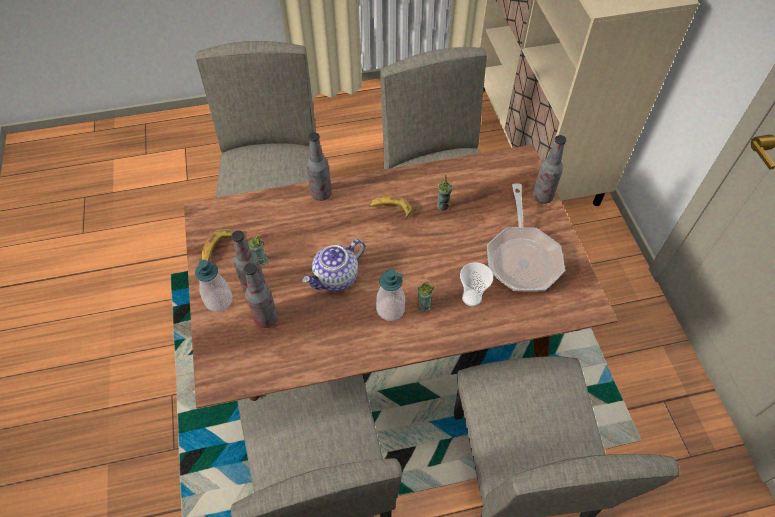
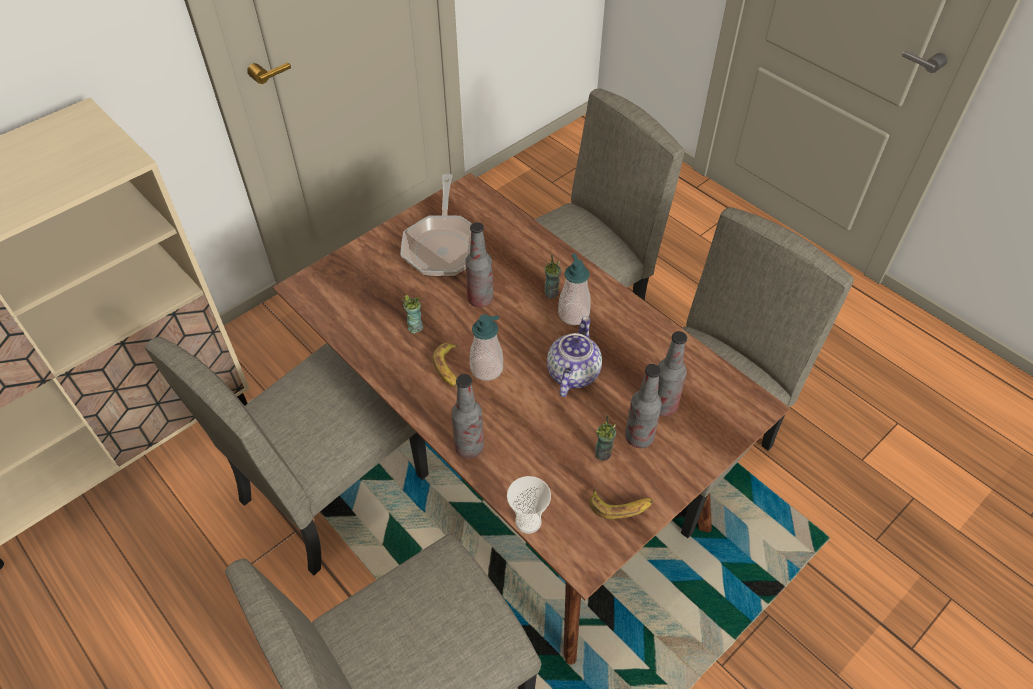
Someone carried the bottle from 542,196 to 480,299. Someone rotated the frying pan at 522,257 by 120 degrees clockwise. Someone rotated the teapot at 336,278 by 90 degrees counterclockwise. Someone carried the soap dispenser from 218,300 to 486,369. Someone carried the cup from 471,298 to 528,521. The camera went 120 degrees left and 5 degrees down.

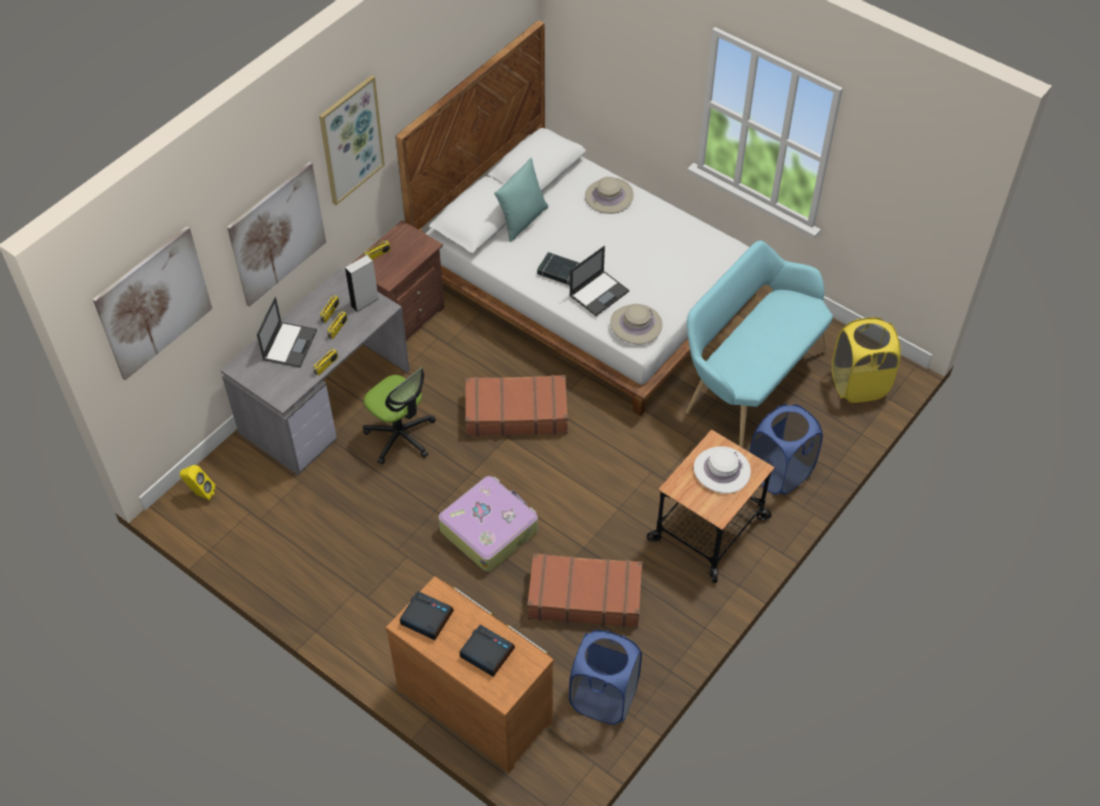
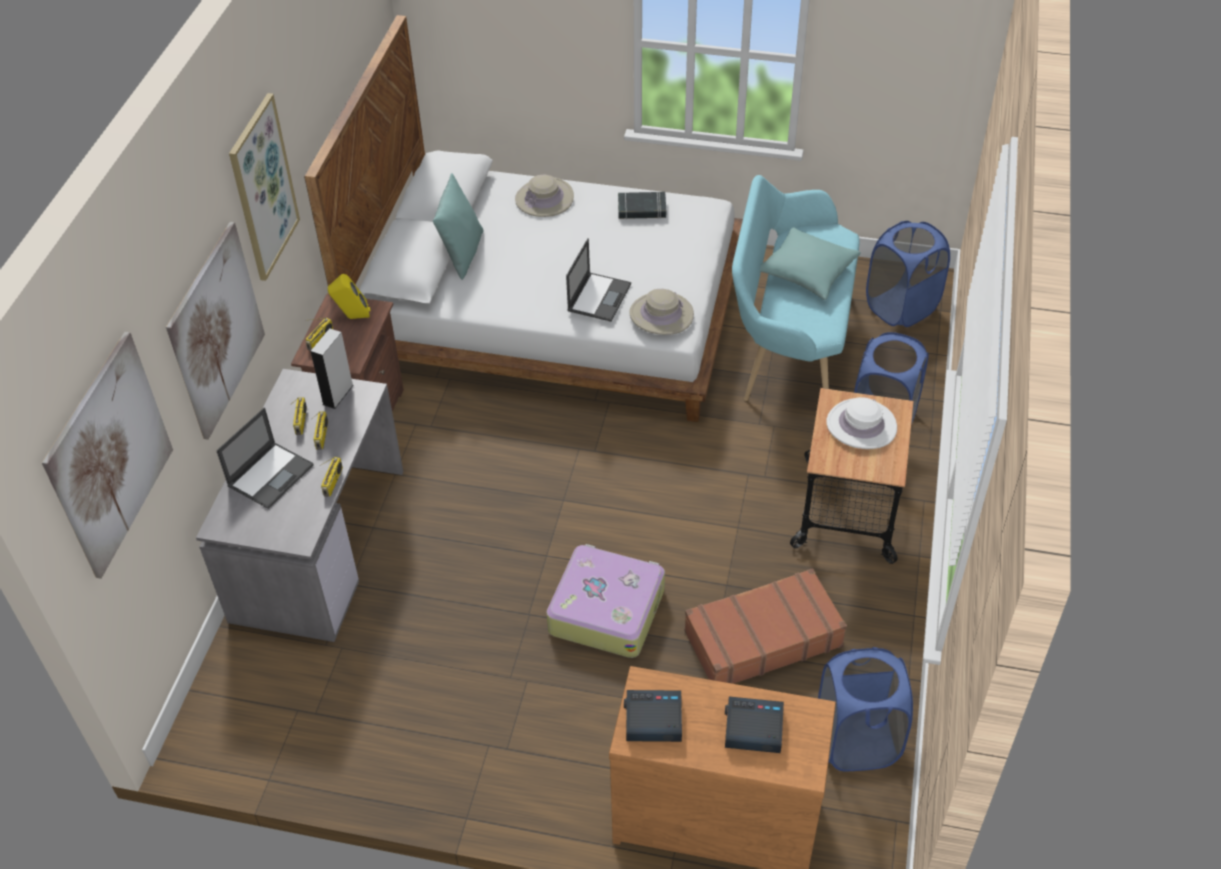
Someone carried the black book from 560,272 to 642,209. Someone rotated the laptop at 290,344 by 45 degrees clockwise. Someone repainted the yellow laundry basket at 858,384, which became the blue laundry basket at 901,307. Someone took away the office chair at 400,436. Someone took away the brown suitcase at 516,413. Someone carried the yellow speaker from 200,494 to 352,317. Someone put down the turquoise pillow at 807,272. The camera went 25 degrees left and 5 degrees down.

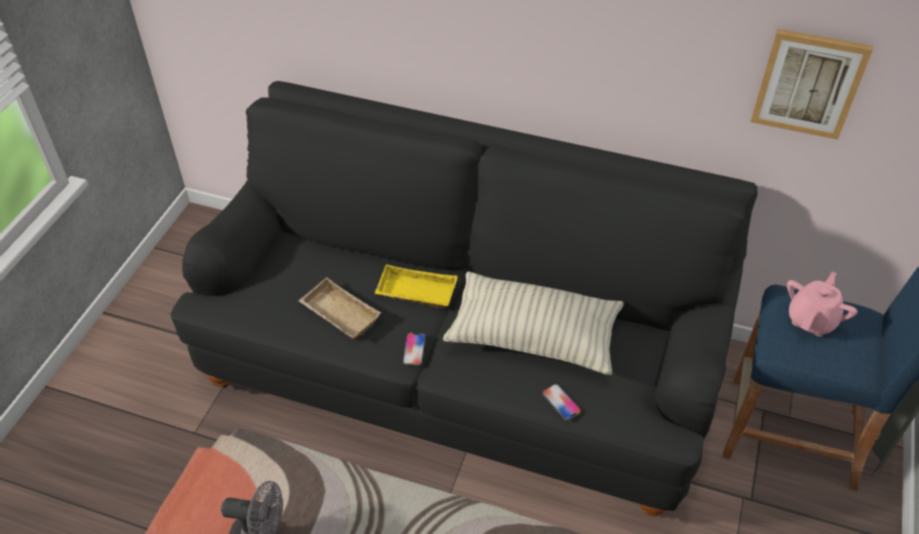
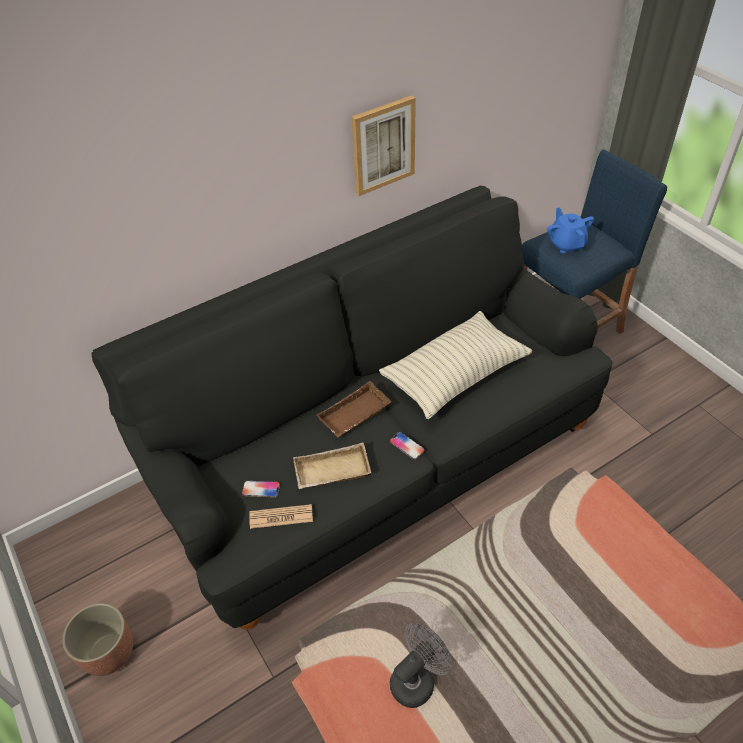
Someone carried the picture from 808,83 to 383,145. Someone repainted the yellow tray at 415,292, which became the brown tray at 355,415. Someone repainted the pink teapot at 811,320, which became the blue teapot at 566,244. Someone carried the phone from 561,402 to 261,489. Someone put down the newspaper at 281,517. Someone put down the planter at 108,652. The camera went 50 degrees left and 0 degrees up.

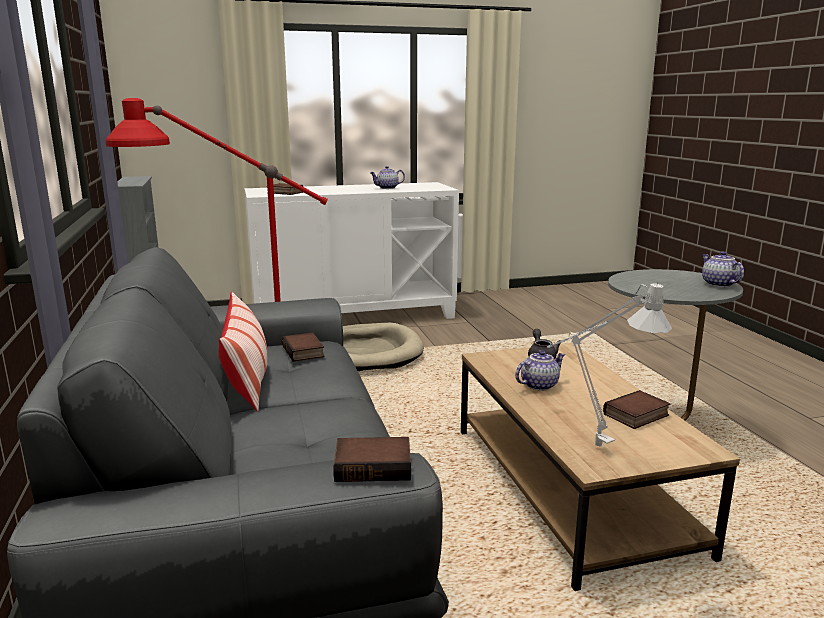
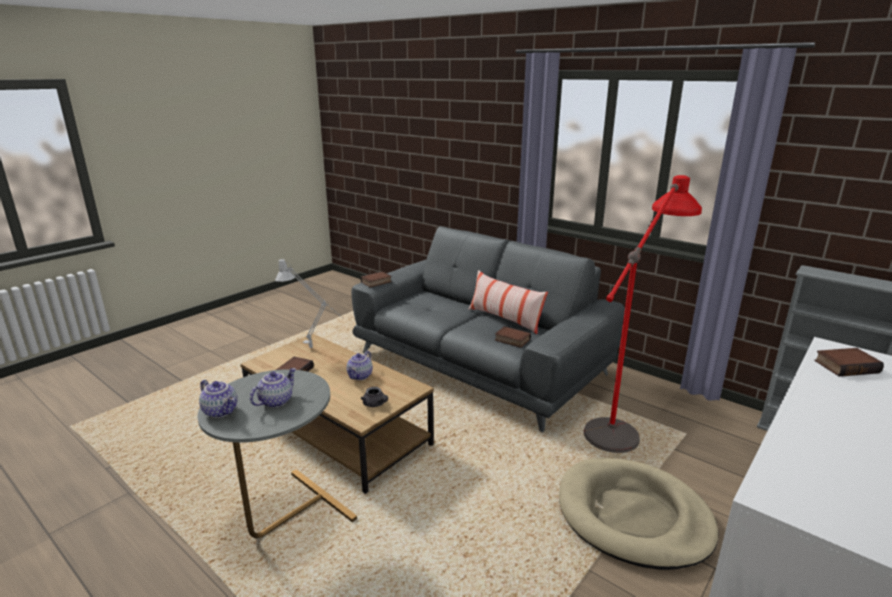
Someone carried the teapot from 387,188 to 275,401. The camera went 145 degrees right and 5 degrees up.

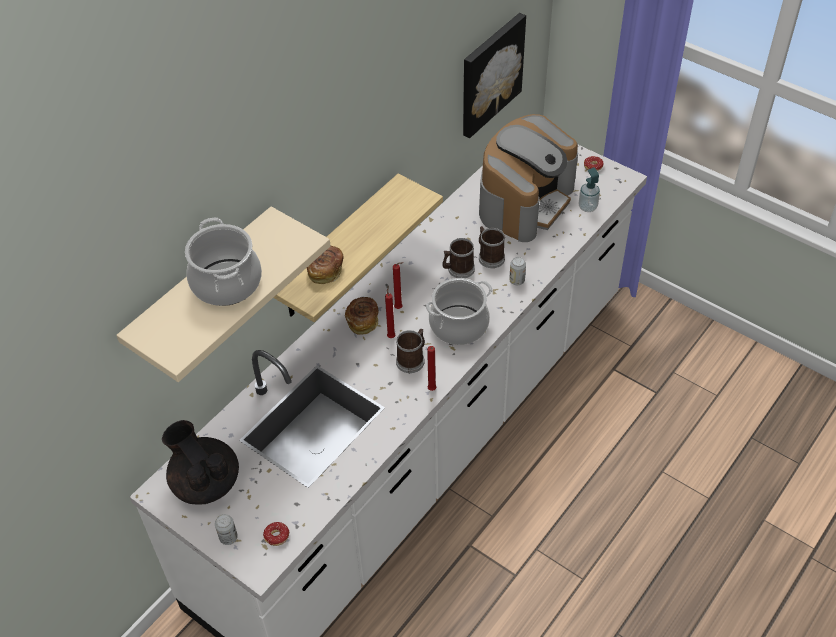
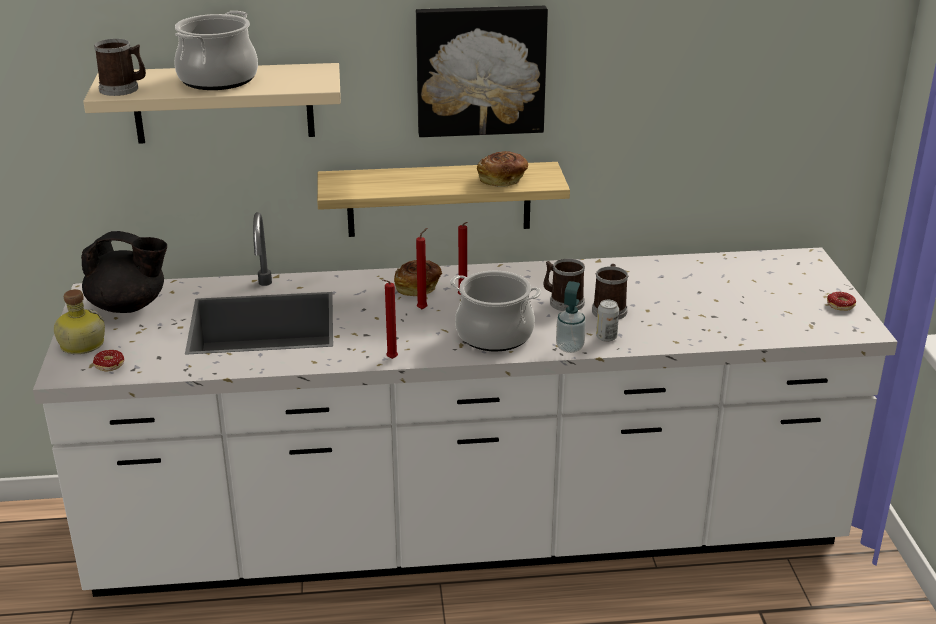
Someone carried the picture from 490,74 to 480,70. Someone took away the coffee machine at 525,201. Someone carried the soap dispenser from 587,207 to 569,347. Someone carried the bread from 325,271 to 503,180. Someone carried the mug from 412,359 to 123,89. Someone rotated the black teapot at 205,482 by 90 degrees clockwise. Someone swapped the can at 228,537 for the bottle at 80,344. The camera went 45 degrees right and 20 degrees down.

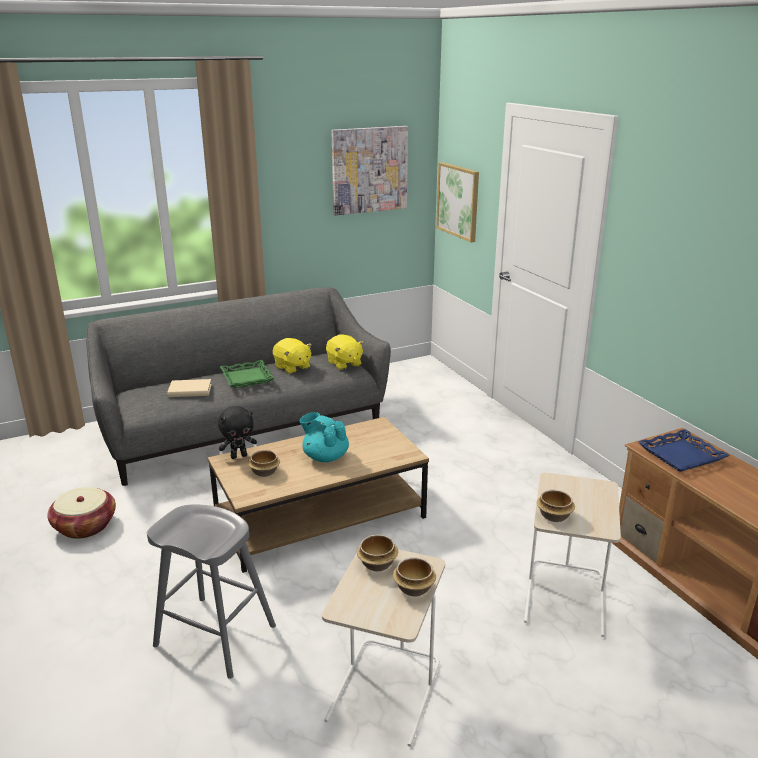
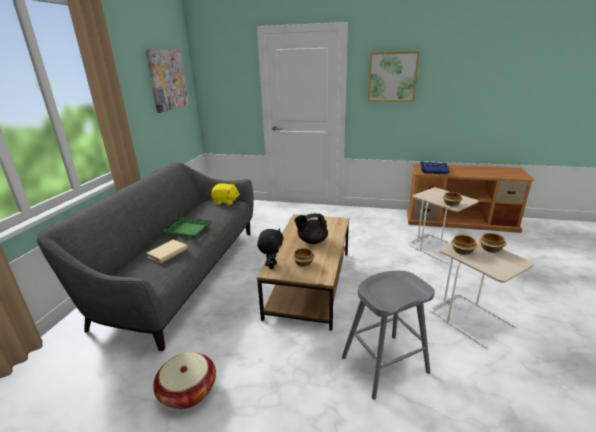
Someone carried the picture from 458,201 to 392,77. Someone took away the yellow plush toy at 292,367. Someone repainted the turquoise teapot at 325,457, which became the black teapot at 312,241. The camera went 50 degrees left and 0 degrees up.

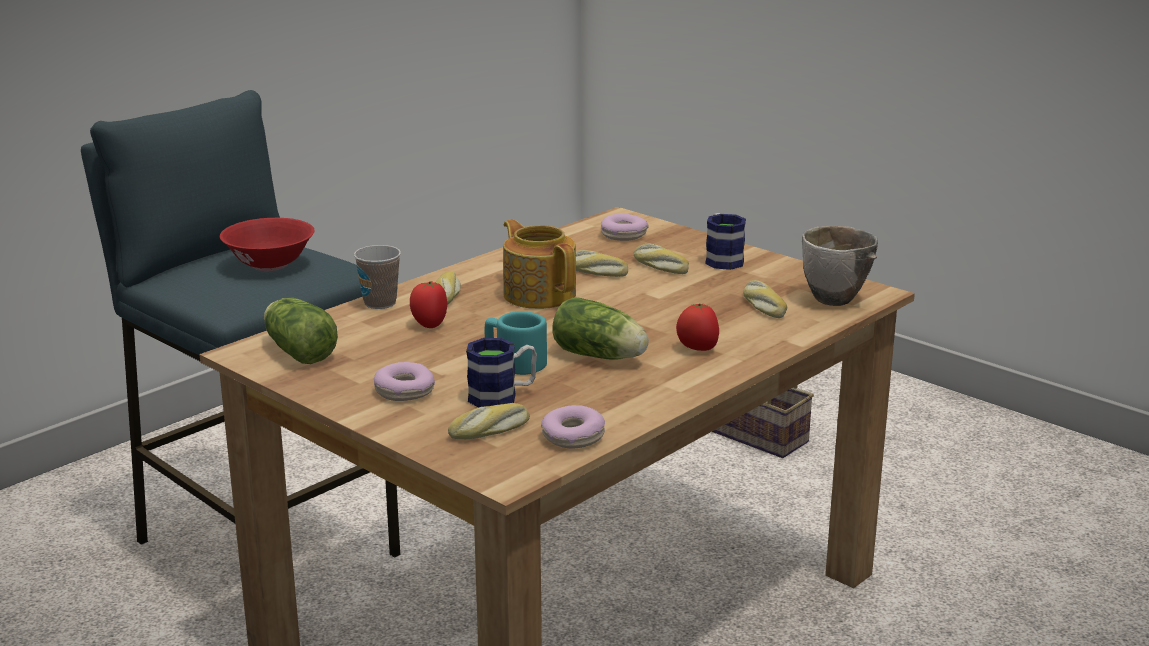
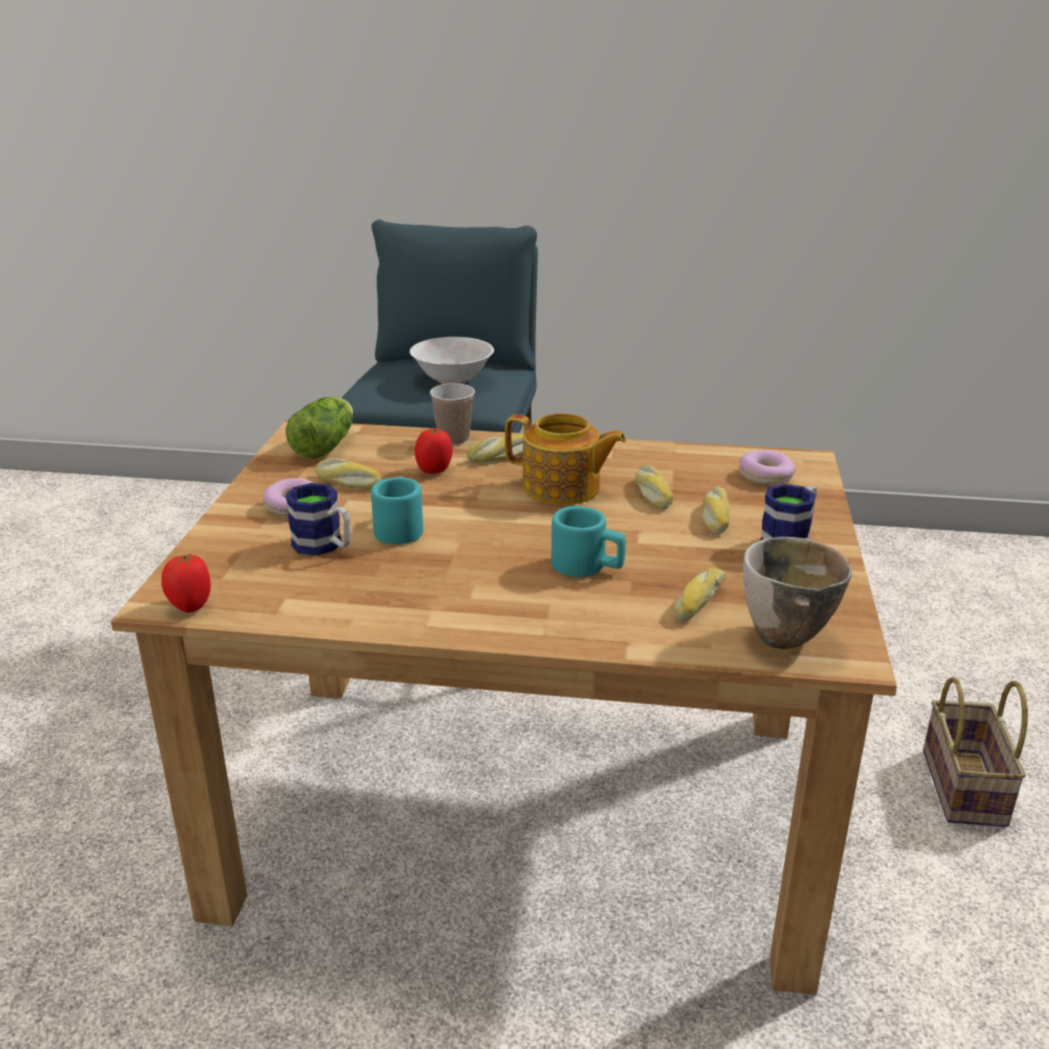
Someone repainted the red bowl at 270,265, which became the white bowl at 453,379. Someone rotated the teapot at 539,294 by 90 degrees clockwise. Someone took away the lettuce at 601,356. Someone carried the tomato from 697,349 to 190,606. Someone carried the bread from 490,431 to 347,482. Someone took away the donut at 573,437. Someone put down the turquoise mug at 588,567. The camera went 55 degrees right and 5 degrees up.

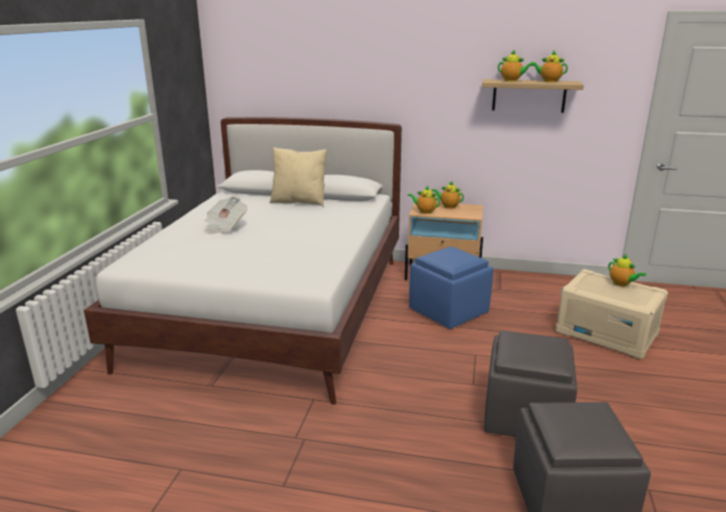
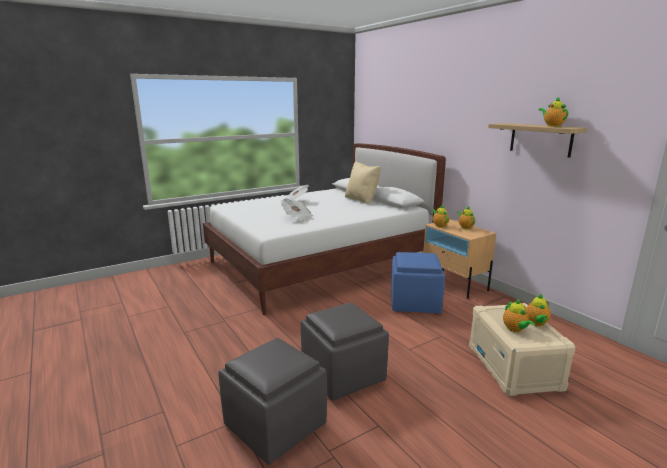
Someone carried the teapot from 512,80 to 515,329. Someone put down the newspaper at 297,218. The camera went 45 degrees right and 5 degrees down.

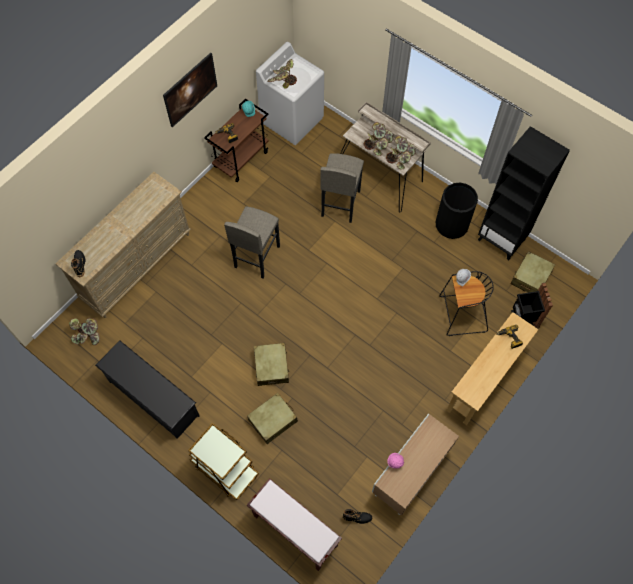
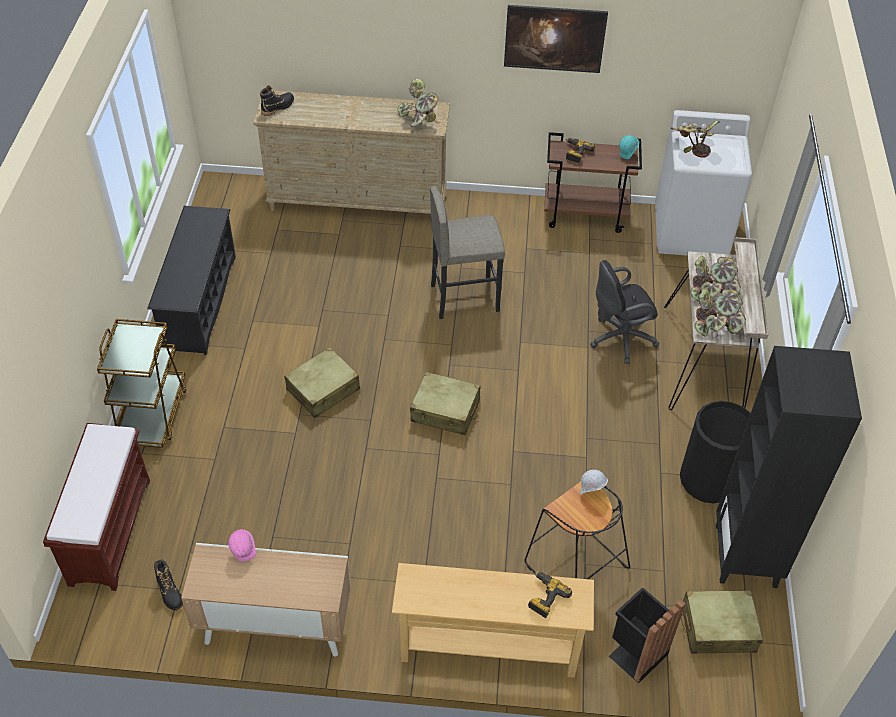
Someone swapped the grey stool at 340,203 for the black office chair at 619,339. Someone carried the potted plant from 88,335 to 418,119. Someone carried the beige suitcase from 273,420 to 445,411. The camera went 55 degrees right and 15 degrees down.

